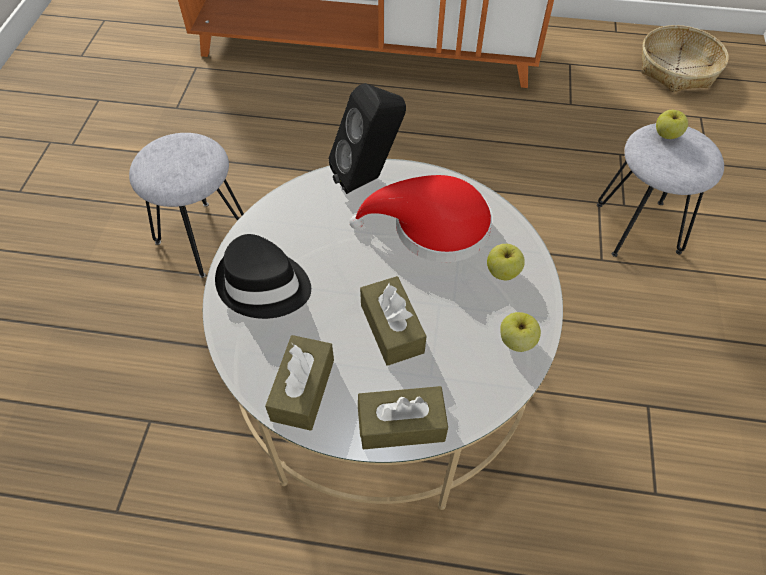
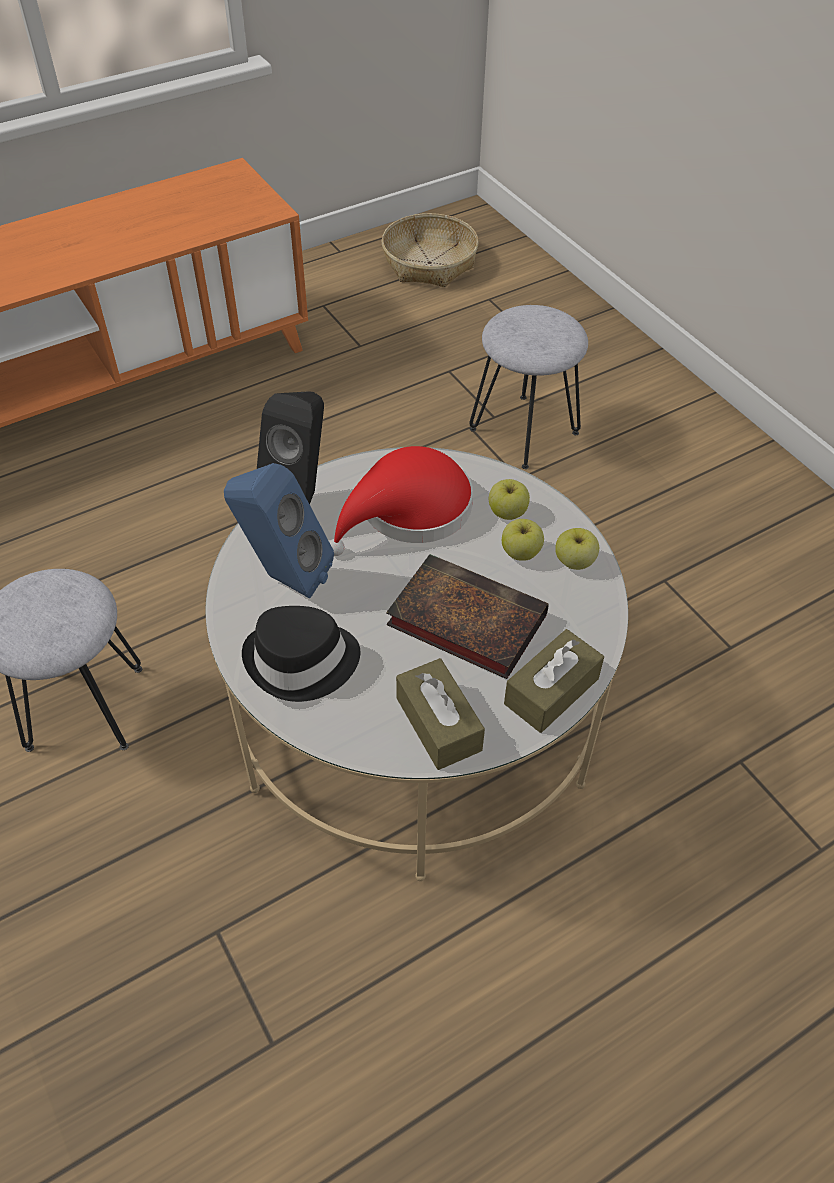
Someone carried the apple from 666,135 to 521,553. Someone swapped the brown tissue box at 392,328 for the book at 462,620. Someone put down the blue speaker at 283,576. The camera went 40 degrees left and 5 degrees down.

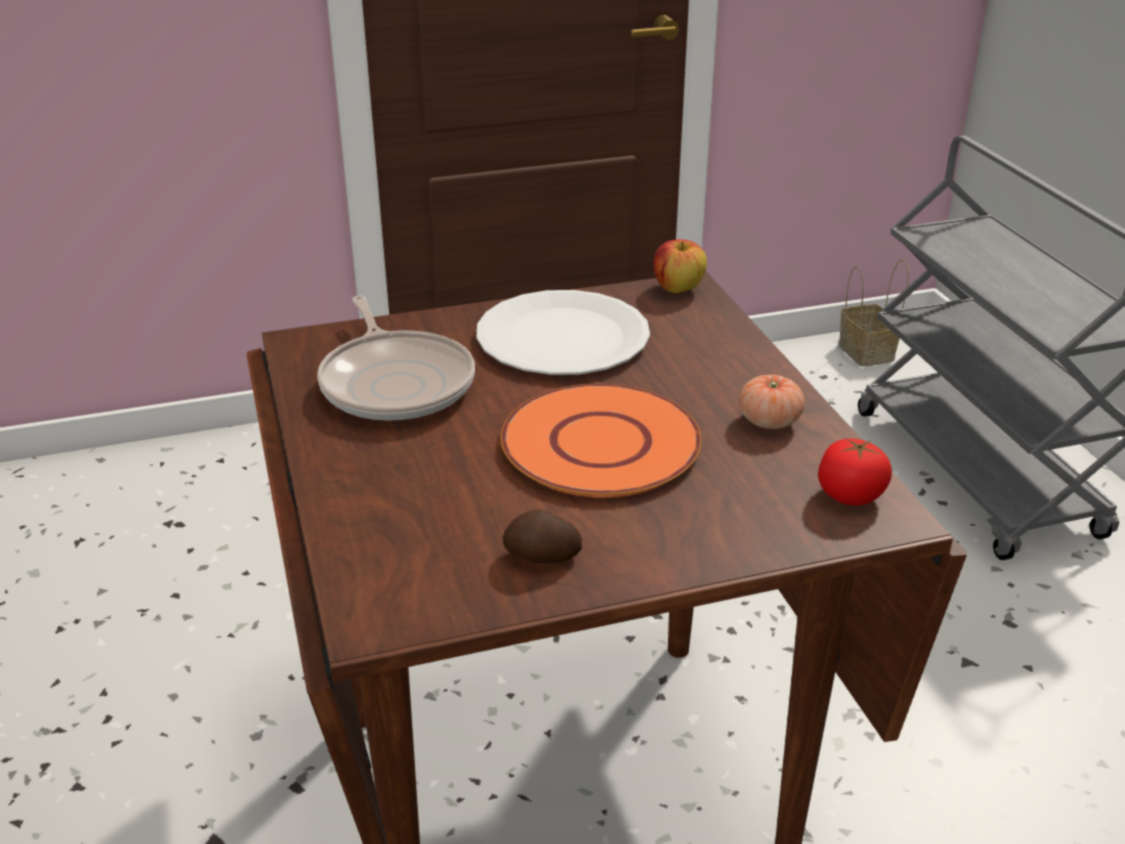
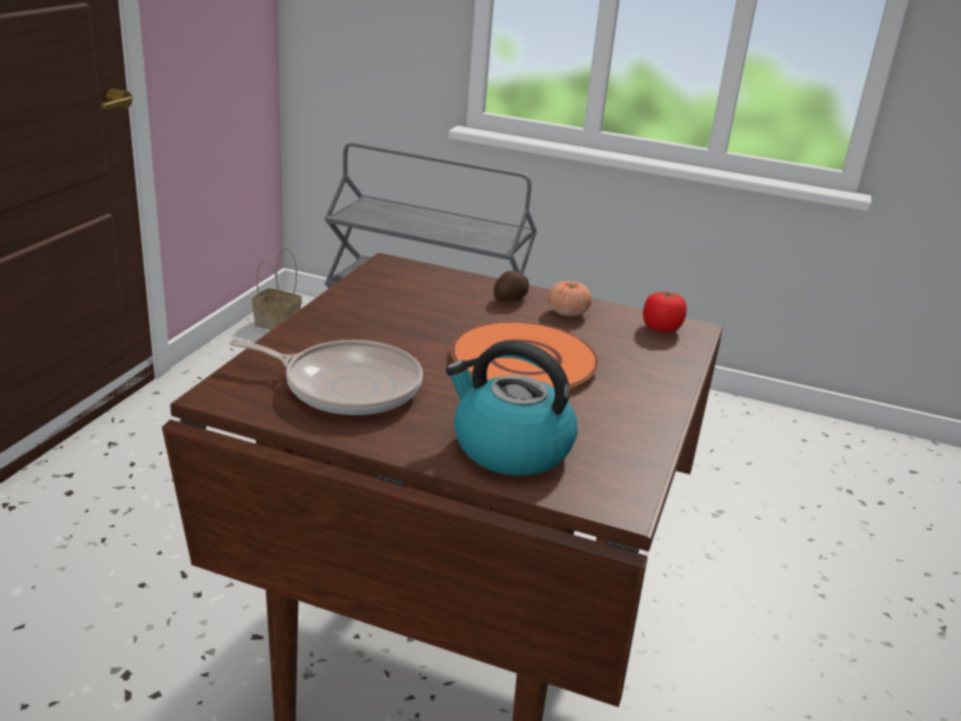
Someone took away the apple at 678,288. Someone took away the white plate at 563,337. Someone carried the potato from 542,557 to 511,299. Someone put down the kettle at 509,448. The camera went 55 degrees left and 5 degrees down.

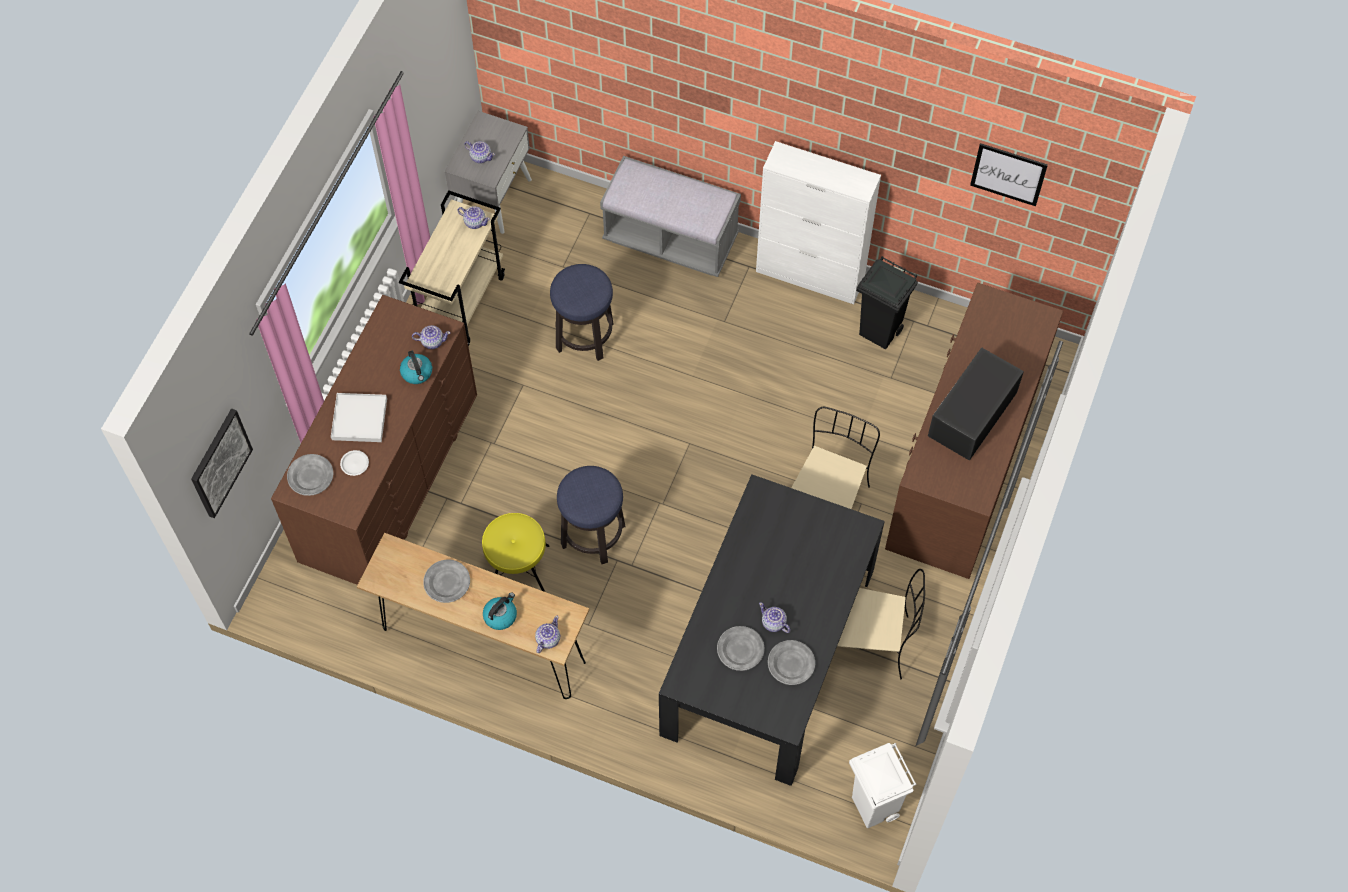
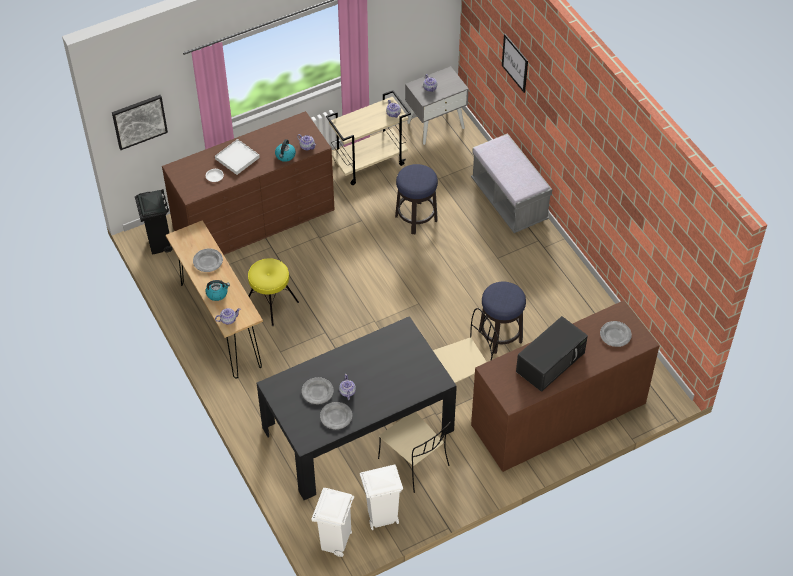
Someone took away the white cabinet at 810,275. Someone carried the picture from 1008,174 to 515,63. Someone carried the black trash can from 880,332 to 160,245. Someone rotated the black microwave at 972,415 by 150 degrees clockwise. Someone carried the grey plate from 311,476 to 615,335. Someone carried the stool from 593,535 to 500,336. Someone put down the white trash can at 381,518. The camera went 40 degrees right and 10 degrees down.

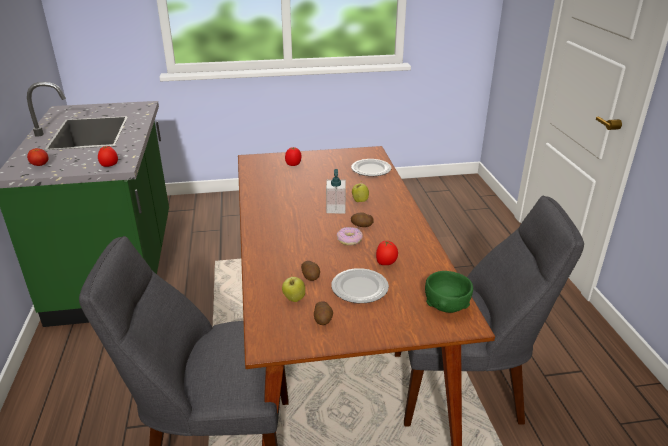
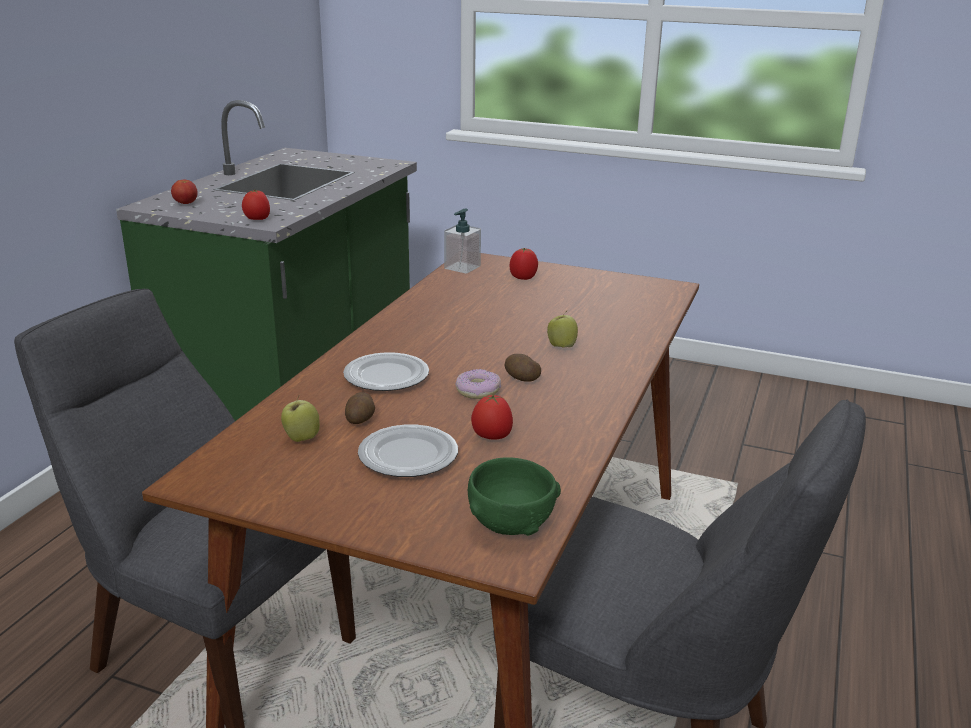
Someone carried the plate from 371,170 to 386,377. Someone carried the soap dispenser from 335,209 to 462,267. Someone took away the potato at 323,319. The camera went 30 degrees right and 5 degrees down.

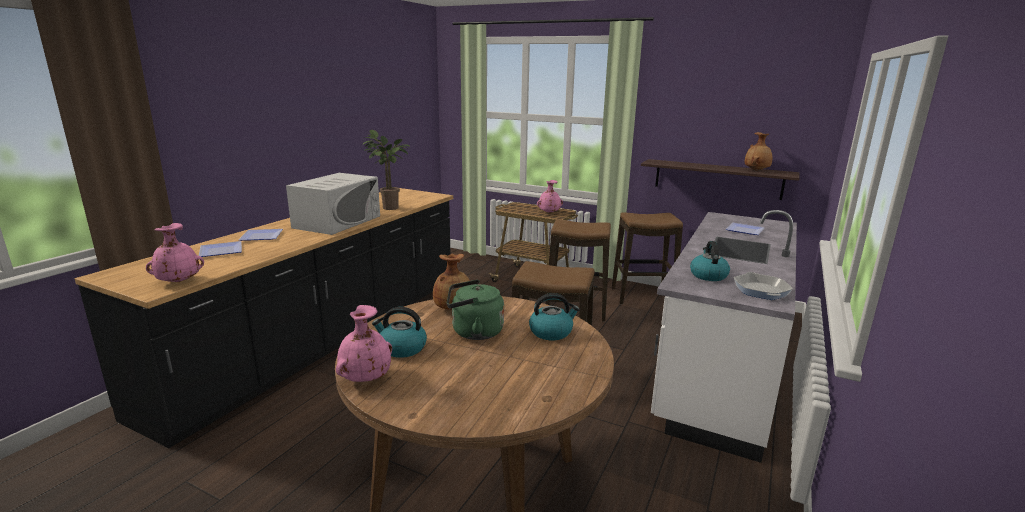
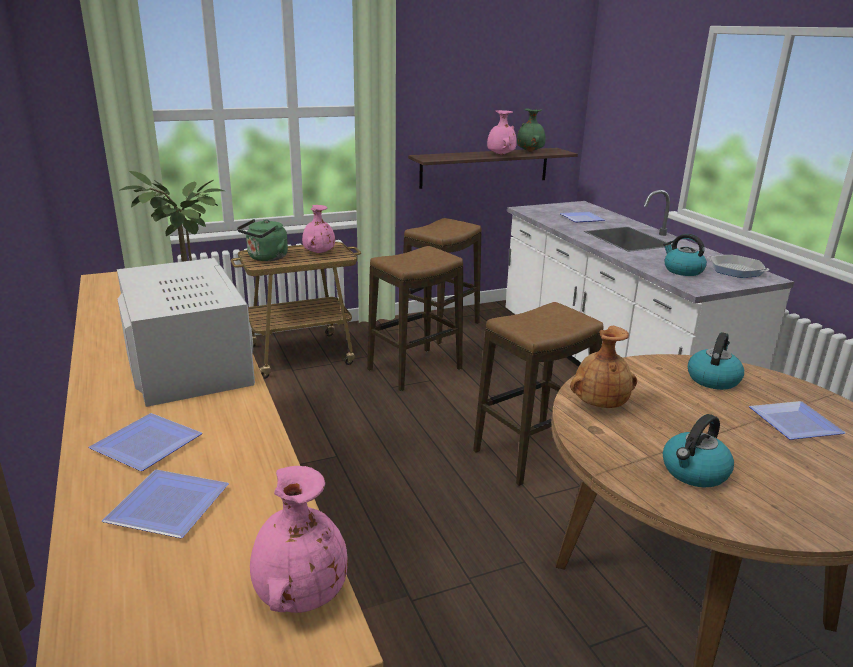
Someone repainted the brown vase at 757,170, which became the green vase at 530,151. Someone carried the green kettle from 474,332 to 266,258. Someone carried the pink vase from 365,378 to 500,155. Someone put down the plate at 798,424. The camera went 50 degrees left and 5 degrees up.

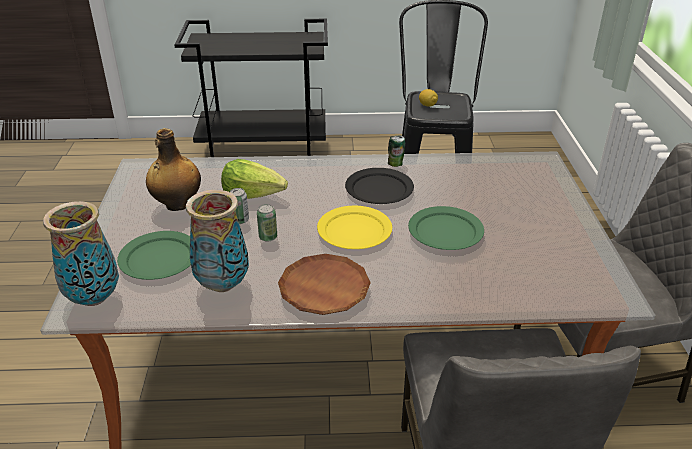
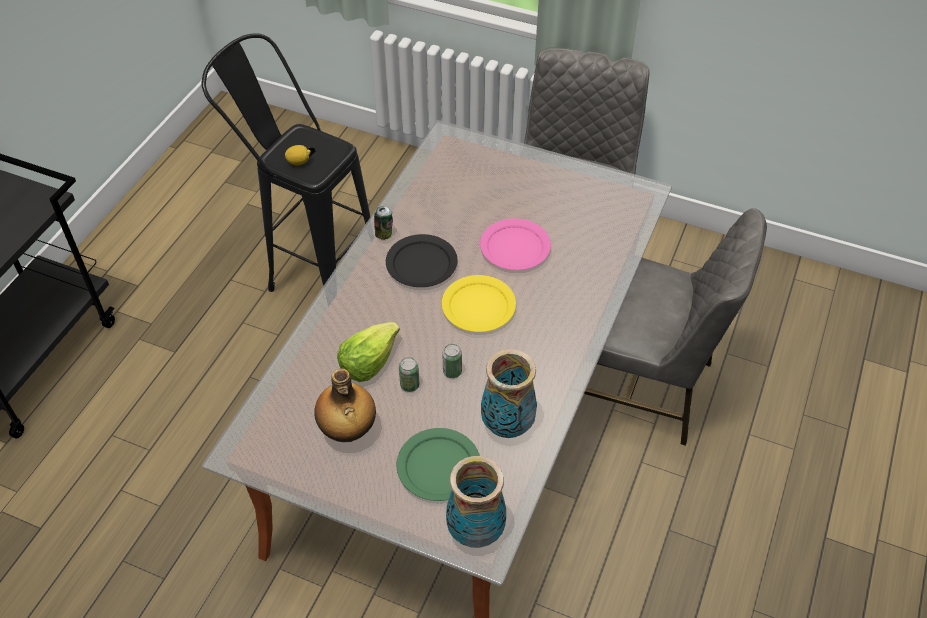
Someone repainted the green plate at 445,232, which became the pink plate at 515,247. Someone took away the brown plate at 324,289. The camera went 65 degrees left and 15 degrees up.

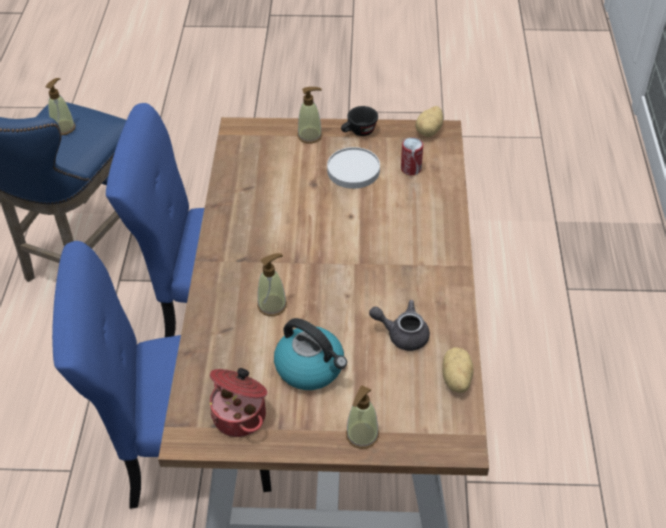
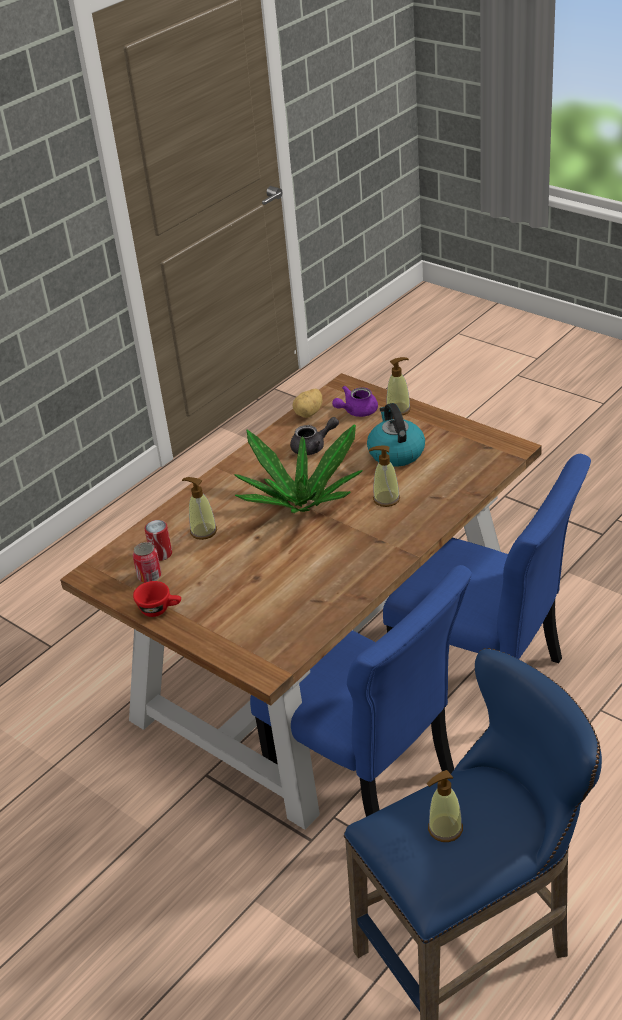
Someone carried the soap dispenser from 310,136 to 203,531. Someone repainted the black cup at 358,132, which became the red cup at 160,609. Someone took away the potato at 430,131. Someone took away the white plate at 354,170. Someone rotated the grey teapot at 402,334 by 75 degrees counterclockwise. Someone took away the cooking pot at 241,415. Someone put down the purple teapot at 356,411. Someone put down the potted plant at 302,504. Someone put down the can at 149,576. The camera went 140 degrees left and 10 degrees down.

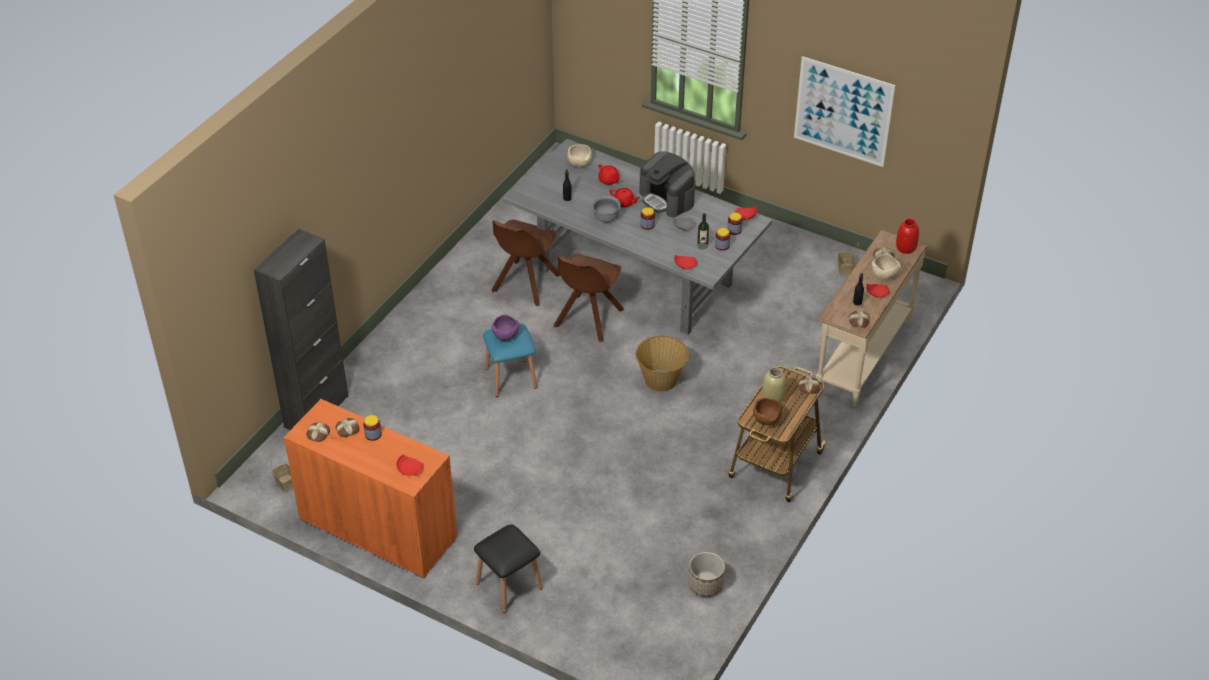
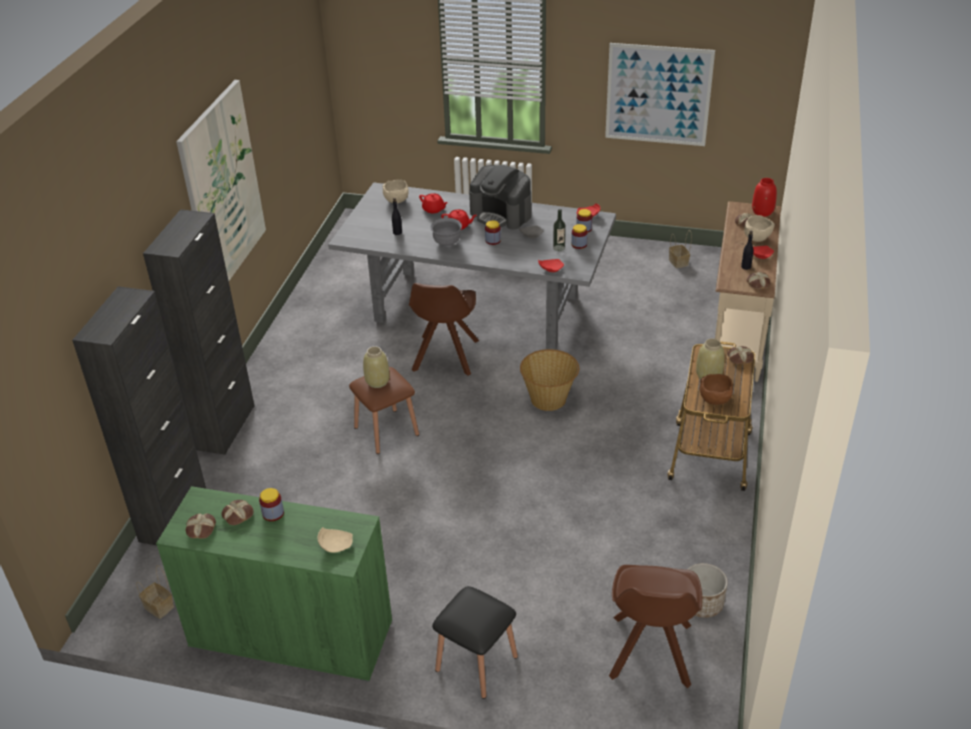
Someone carried the brown chair from 525,284 to 650,653. Someone swapped the purple bowl at 506,336 for the beige vase at 377,381. Someone repainted the blue stool at 511,378, which became the brown stool at 386,431. Someone repainted the orange cabinet at 378,529, which became the green cabinet at 291,634. Someone repainted the red plate at 410,469, which became the beige plate at 335,544. Someone put up the picture at 222,189. Someone put down the black cabinet at 225,427. The camera went 15 degrees left and 5 degrees down.

